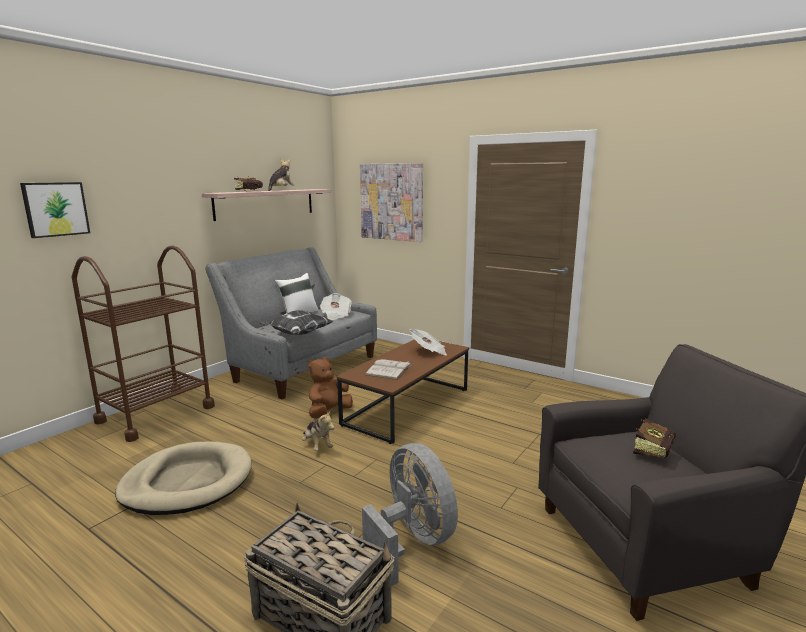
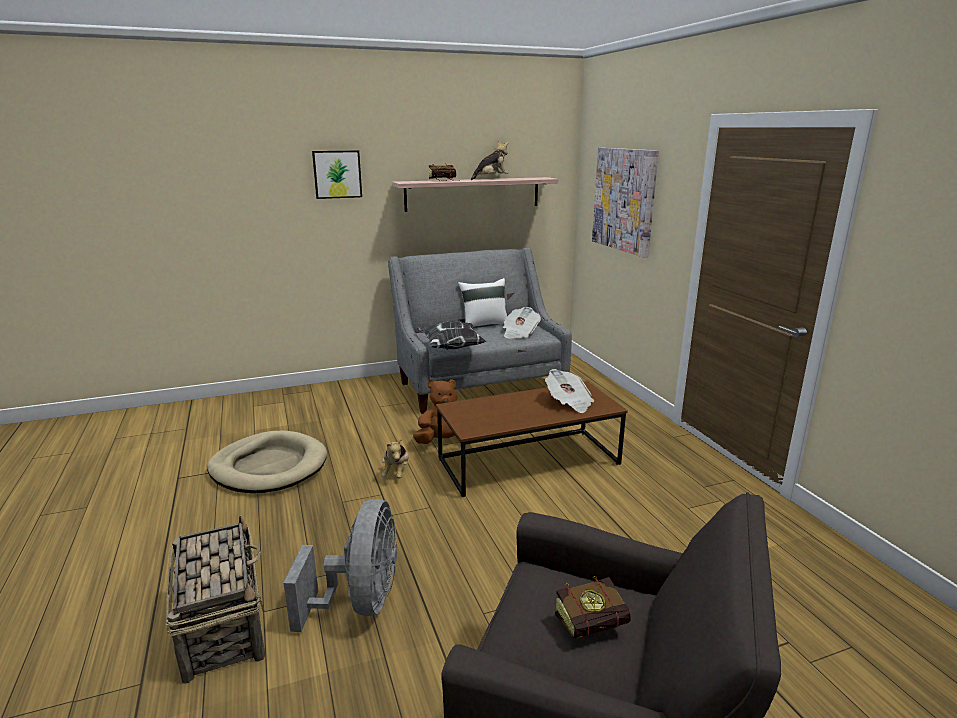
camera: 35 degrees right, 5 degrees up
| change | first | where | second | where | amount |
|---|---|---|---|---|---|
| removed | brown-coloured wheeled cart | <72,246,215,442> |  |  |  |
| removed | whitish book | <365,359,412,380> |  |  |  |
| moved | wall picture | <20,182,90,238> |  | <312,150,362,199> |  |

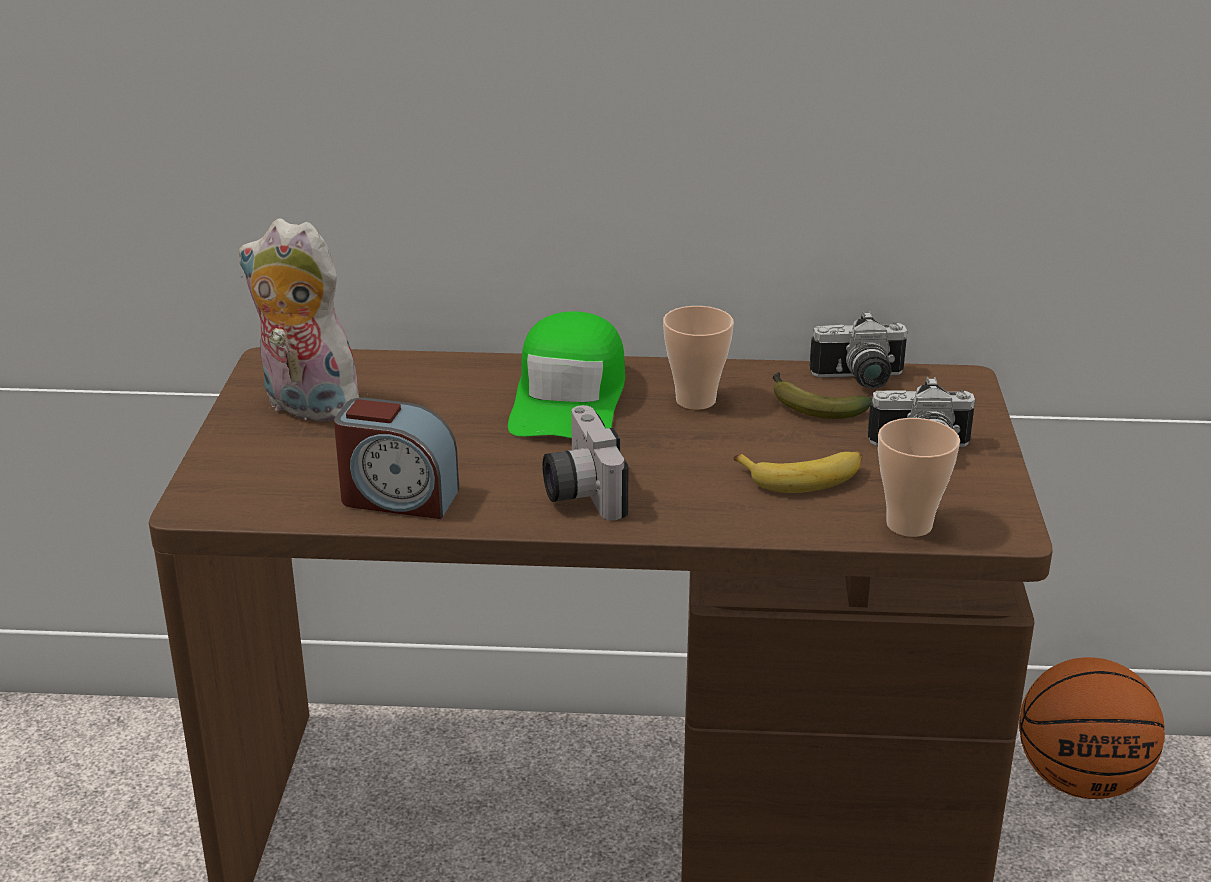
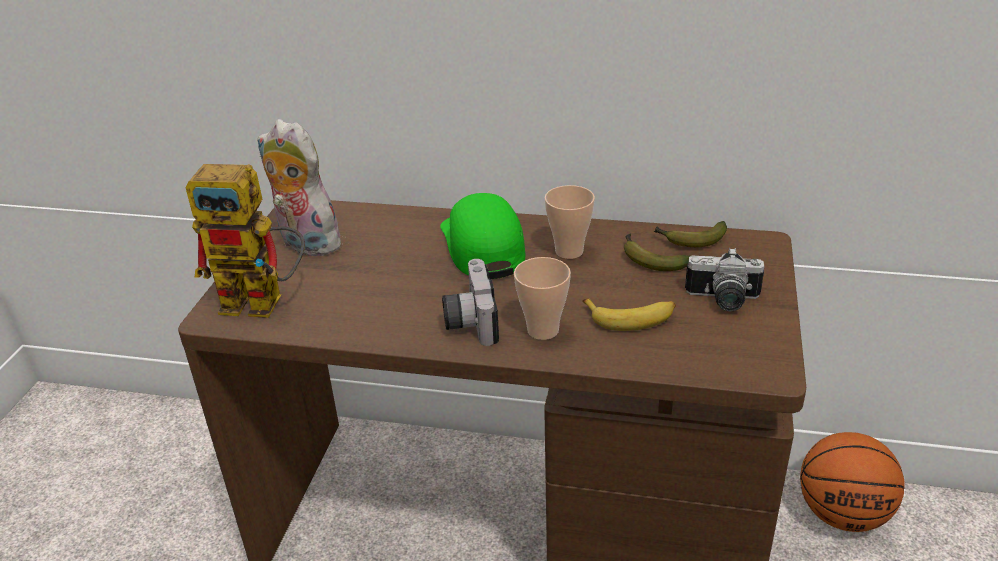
camera: 10 degrees right, 5 degrees up
| change | first | where | second | where | amount |
|---|---|---|---|---|---|
| removed | bedside clock | <334,397,459,519> |  |  |  |
| added |  |  | model robot | <185,164,305,318> |  |
| moved | drinking cup | <878,418,960,537> |  | <514,257,571,340> |  |
| replaced | photo camera | <809,311,907,389> | banana | <654,221,727,247> |  |
| turned | greenish cap | <508,311,625,438> |  | <440,193,525,279> | 150 degrees clockwise |

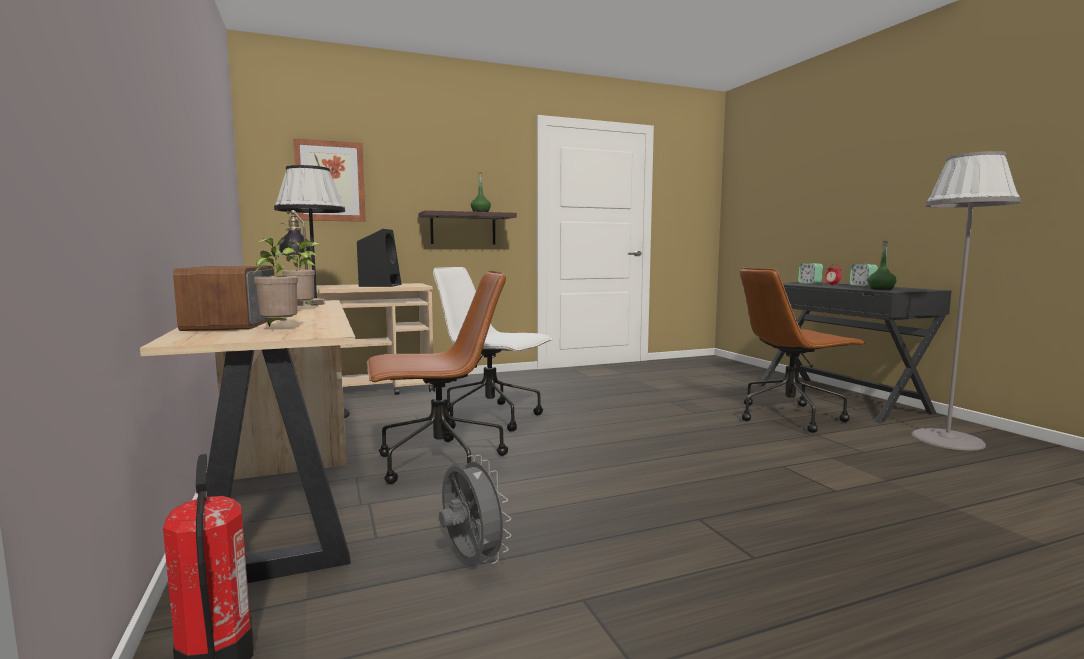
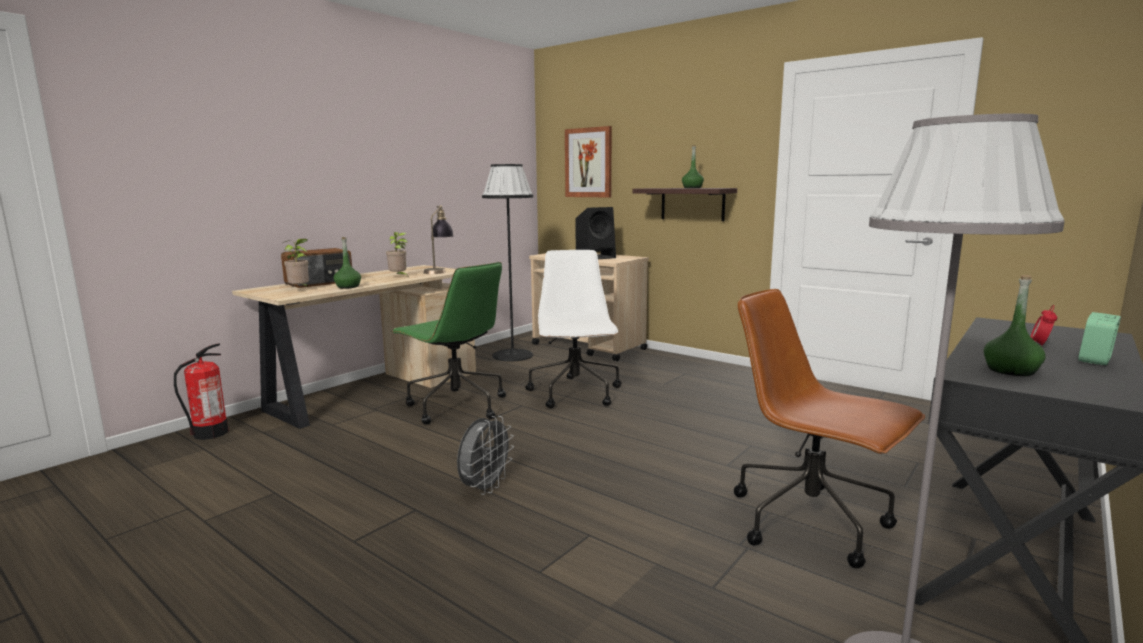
camera: 60 degrees right, 5 degrees up
| change | first | where | second | where | amount |
|---|---|---|---|---|---|
| removed | bedside clock | <798,263,823,284> |  |  |  |
| added |  |  | greenish beverage bottle | <334,237,361,289> |  |
| moved | greyish electric fan | <439,455,512,564> |  | <457,416,514,495> |  |
| recoloured | brown-coloured office chair | <367,271,508,484> | greenish office chair | <391,262,506,424> |  |

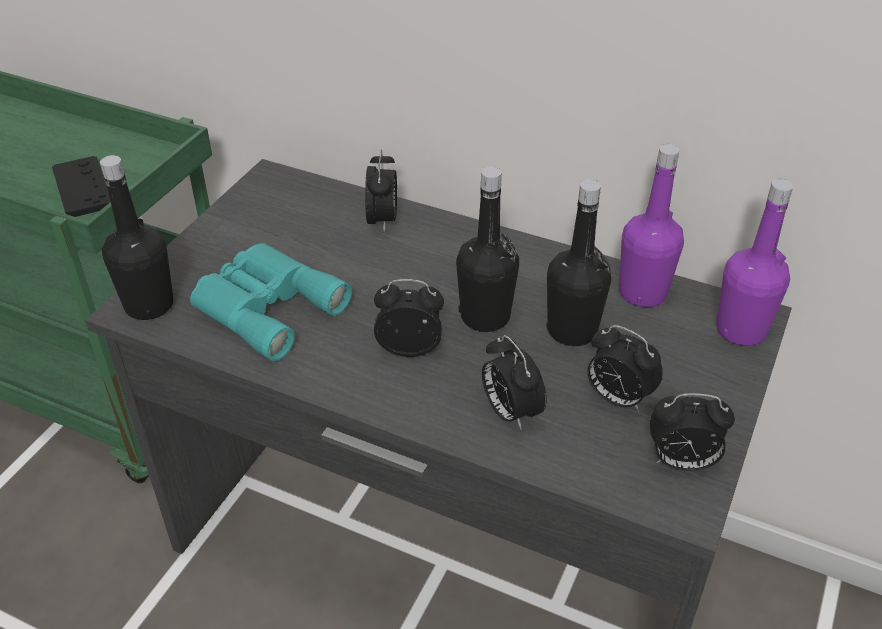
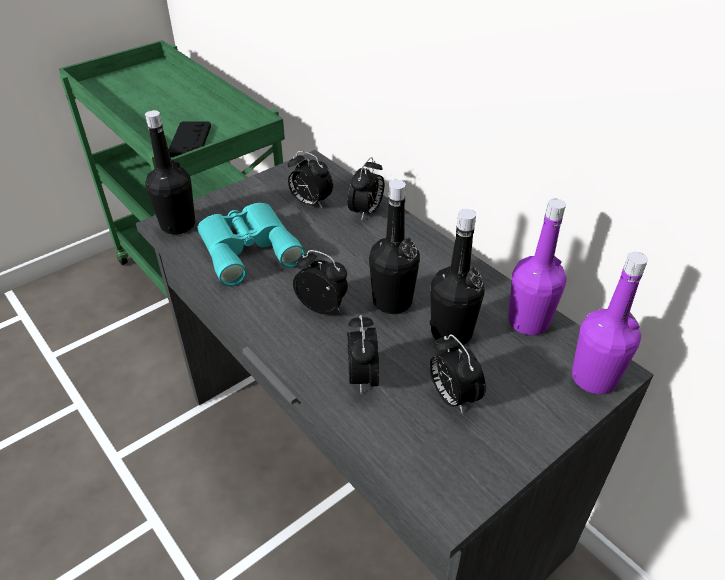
camera: 25 degrees right, 0 degrees up
| change | first | where | second | where | amount |
|---|---|---|---|---|---|
| moved | bedside clock | <650,393,735,471> |  | <288,151,333,208> |  |

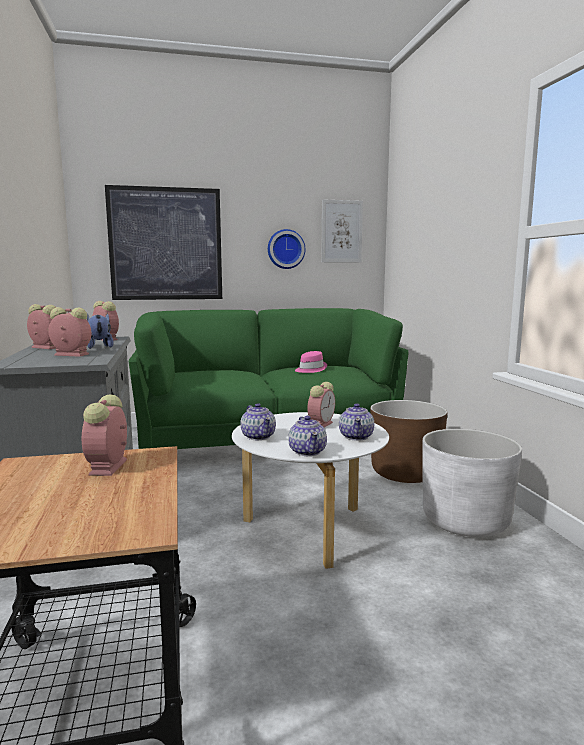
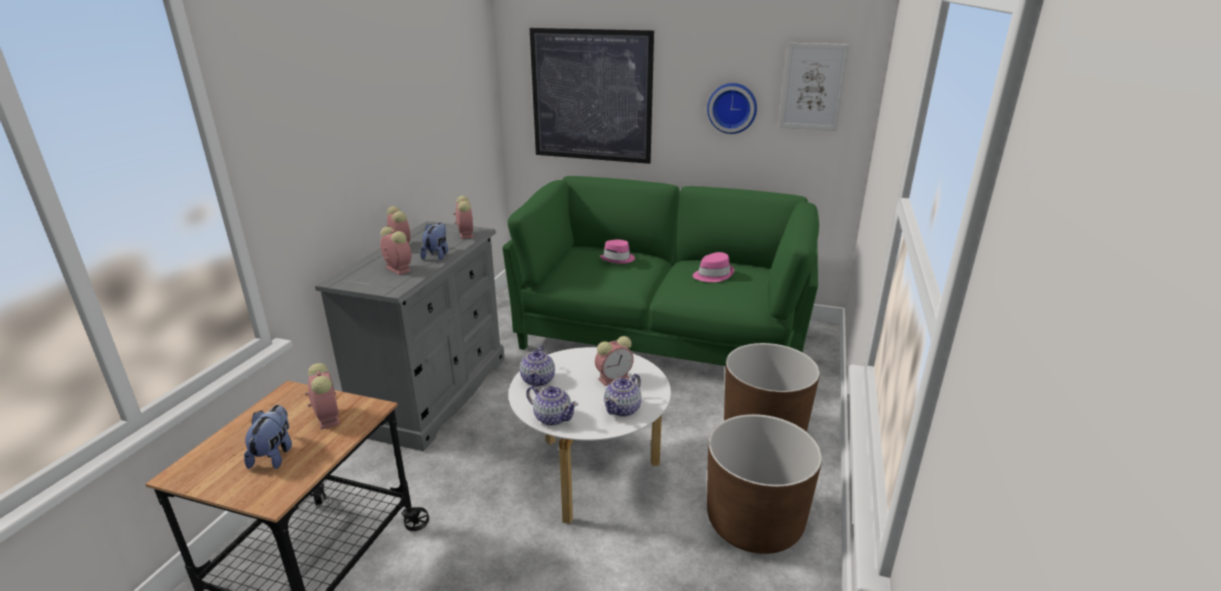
camera: 30 degrees right, 15 degrees up
| change | first | where | second | where | amount |
|---|---|---|---|---|---|
| added |  |  | soft toy | <244,405,292,469> |  |
| added |  |  | pink hat | <600,239,635,264> |  |
| recoloured | whitish plant pot | <423,429,522,537> | brown-coloured plant pot | <707,414,822,554> |  |
| turned | bedside clock | <82,395,127,476> |  | <305,363,340,430> | 120 degrees clockwise |
| turned | teapot | <288,416,327,456> |  | <526,386,578,426> | 75 degrees counterclockwise |

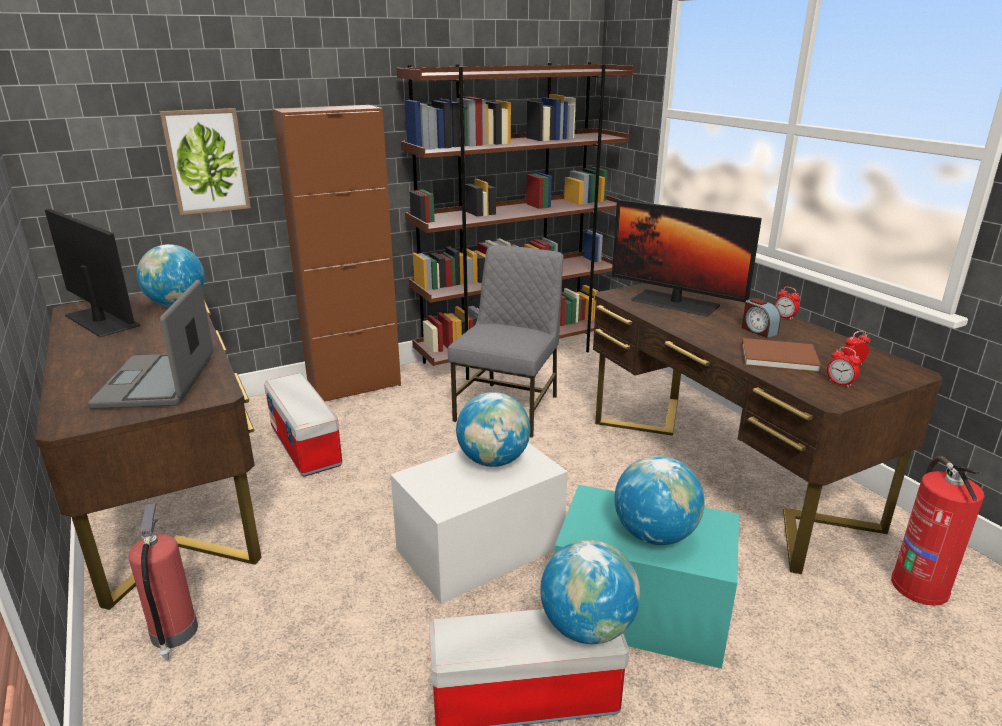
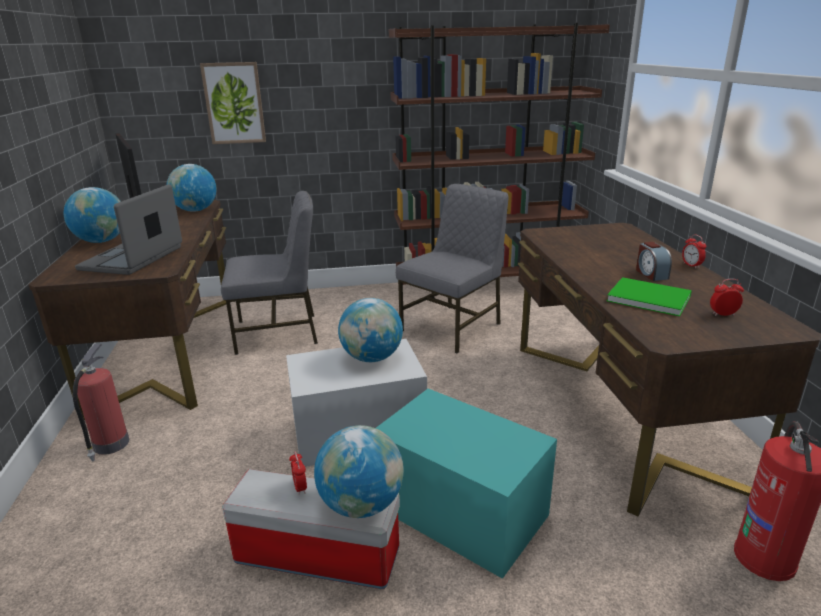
camera: 20 degrees right, 0 degrees up
| change | first | where | second | where | amount |
|---|---|---|---|---|---|
| removed | brown-coloured storage cabinet | <272,105,401,402> |  |  |  |
| removed | computer screen | <612,199,762,317> |  |  |  |
| moved | desk globe | <614,456,705,545> |  | <64,187,121,243> |  |
| moved | bedside clock | <827,347,861,388> |  | <289,451,307,495> |  |
| replaced | storage bin | <264,373,342,476> | greyish chair | <221,191,318,355> |  |
| recoloured | brown-coloured book | <742,338,821,372> | greenish book | <607,277,692,317> |  |

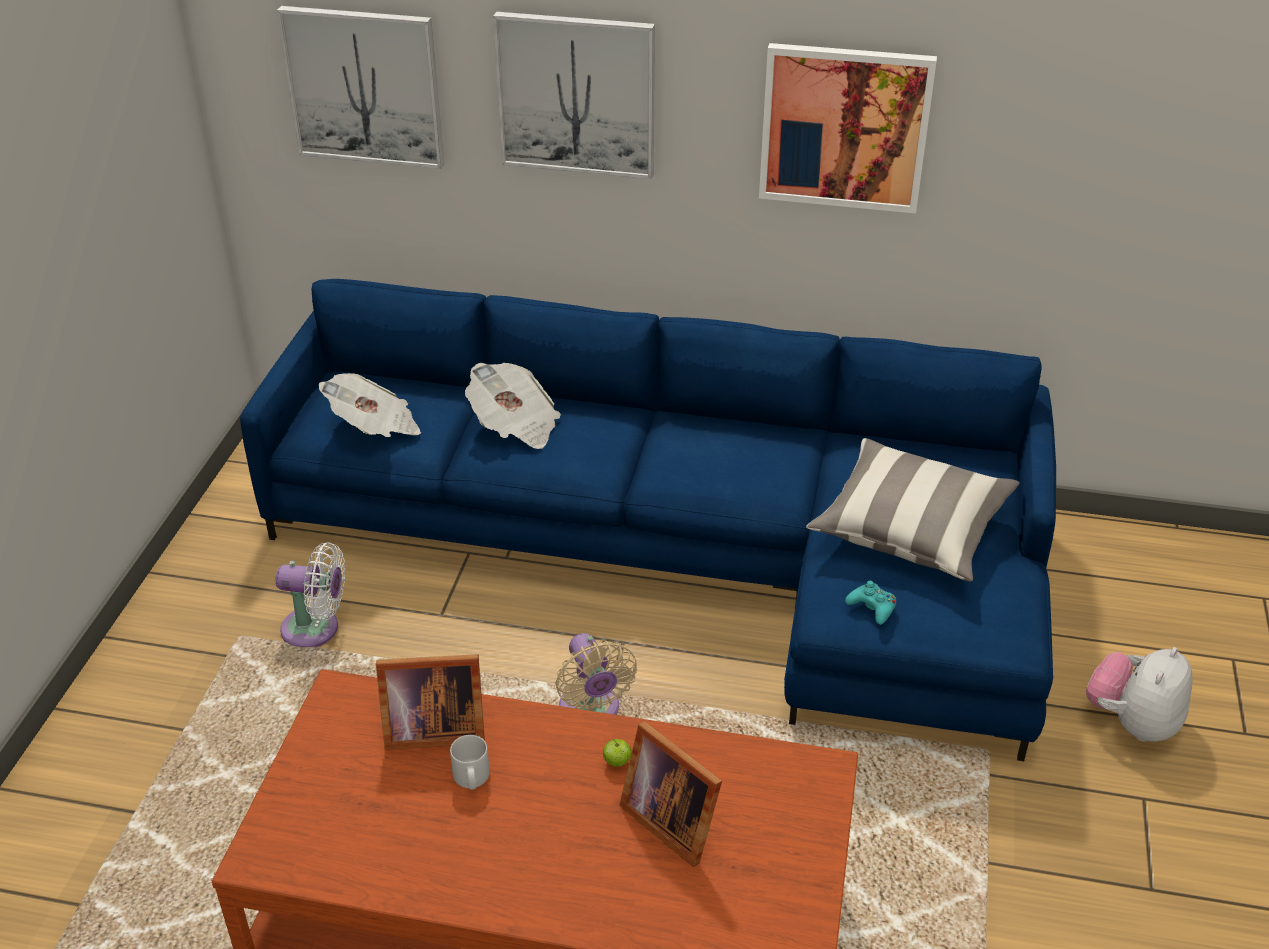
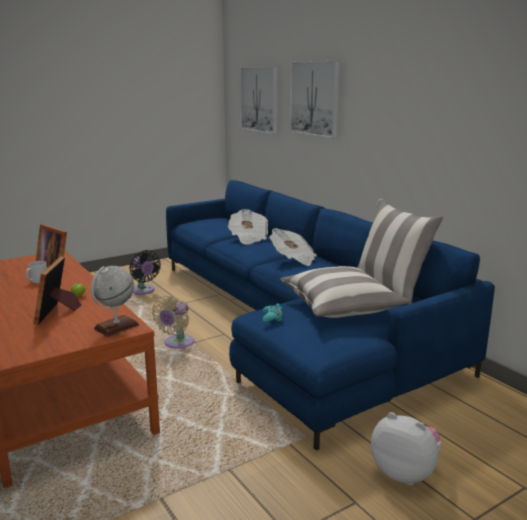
camera: 45 degrees right, 20 degrees down
| change | first | where | second | where | amount |
|---|---|---|---|---|---|
| removed | wall picture | <759,43,937,214> |  |  |  |
| added |  |  | desk globe | <91,266,139,337> |  |
| added |  |  | throw pillow | <357,199,443,304> |  |
| moved | newspaper | <318,373,421,437> |  | <269,228,317,266> |  |
| recoloured | whitish electric fan | <275,542,346,647> | black electric fan | <129,250,161,295> |  |
| turned | soft toy | <1086,647,1192,742> |  | <371,412,441,485> | 45 degrees clockwise |

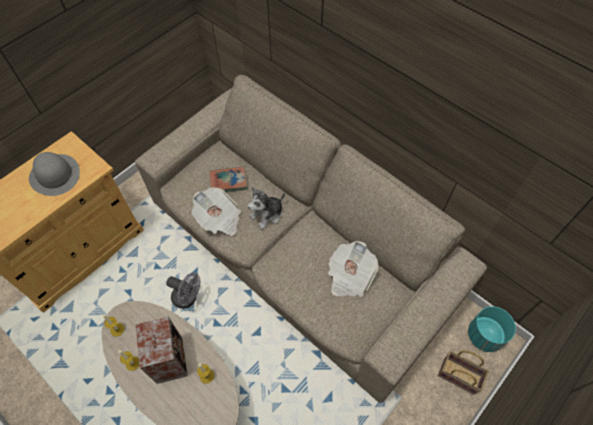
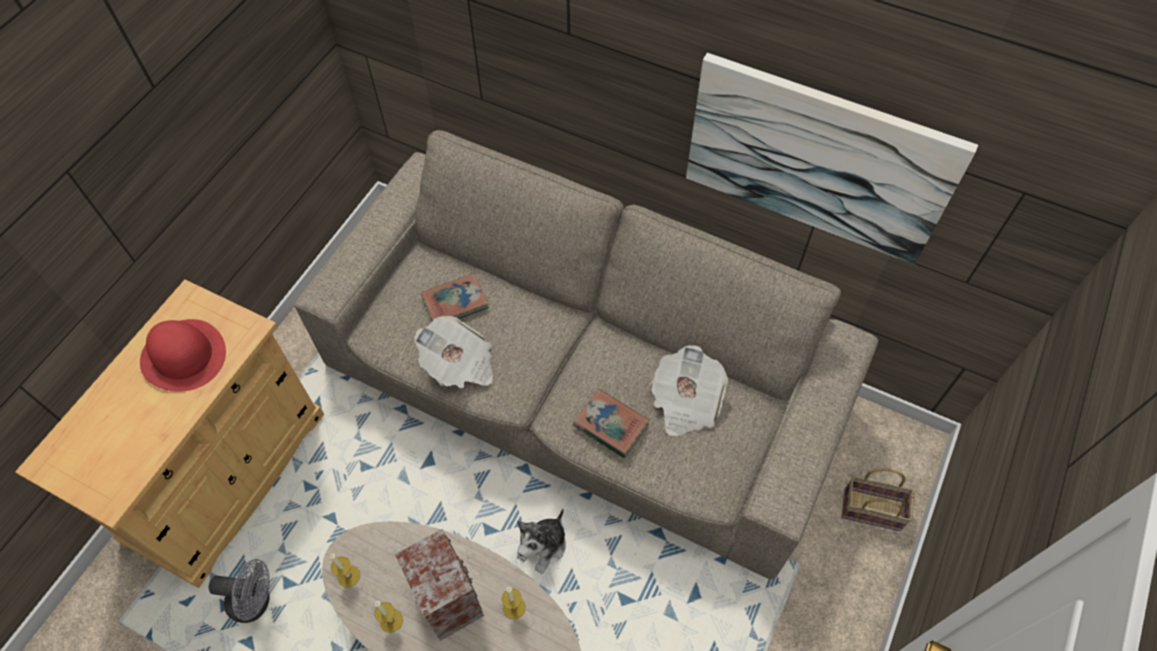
camera: 15 degrees left, 0 degrees up
| change | first | where | second | where | amount |
|---|---|---|---|---|---|
| removed | turquoise plant pot | <468,306,516,352> |  |  |  |
| added |  |  | book | <573,389,650,458> |  |
| added |  |  | wall picture | <686,53,978,265> |  |
| moved | greyish electric fan | <166,272,200,309> |  | <209,559,270,623> |  |
| moved | soft toy | <248,187,285,229> |  | <517,509,566,574> |  |
| recoloured | greyish hat | <29,152,80,196> | red-coloured hat | <140,319,226,392> |  |

